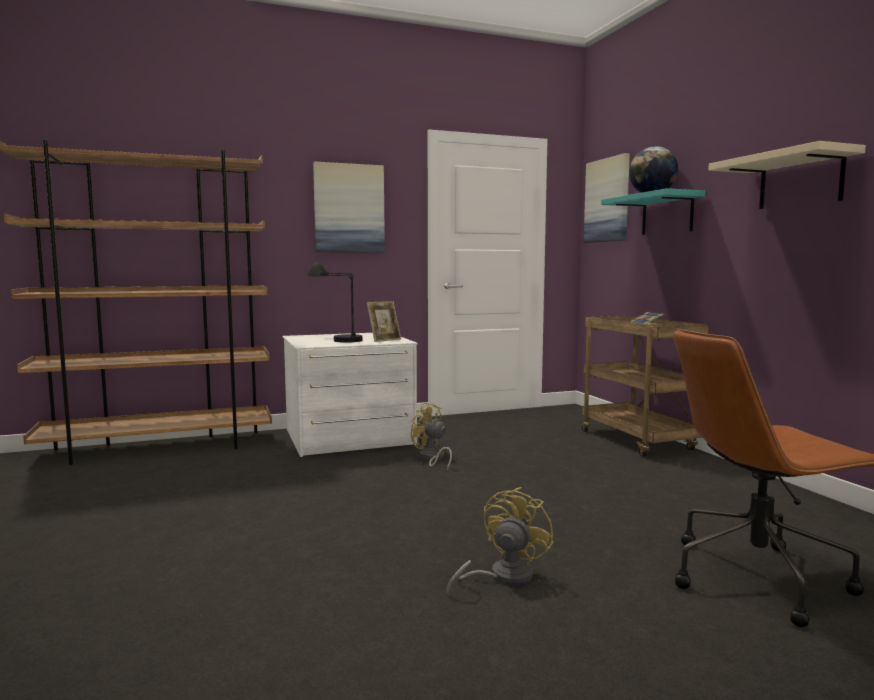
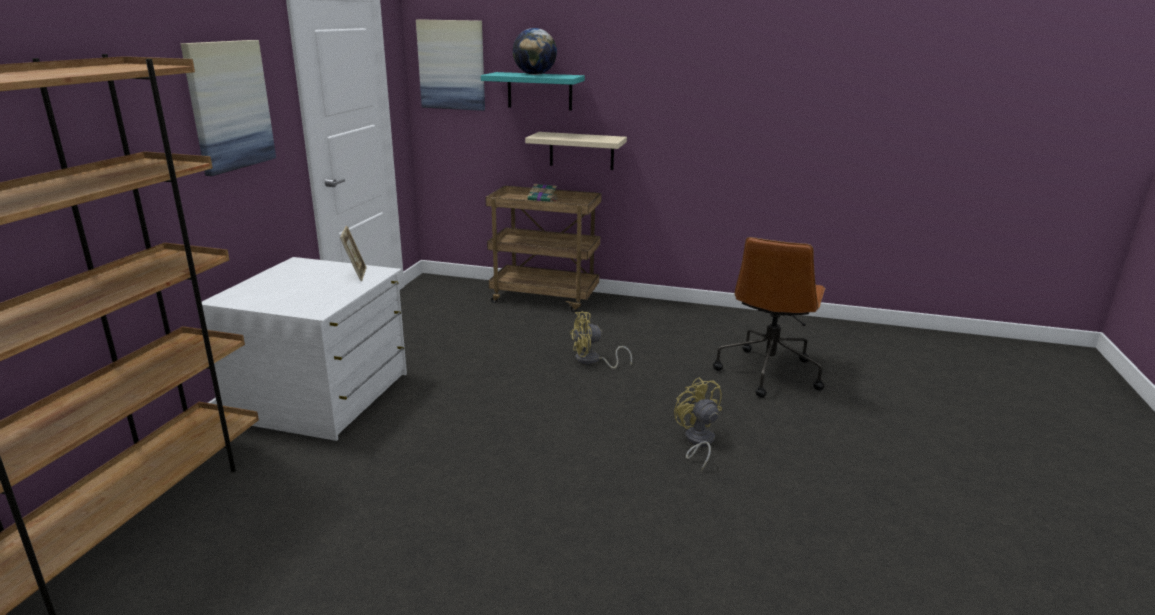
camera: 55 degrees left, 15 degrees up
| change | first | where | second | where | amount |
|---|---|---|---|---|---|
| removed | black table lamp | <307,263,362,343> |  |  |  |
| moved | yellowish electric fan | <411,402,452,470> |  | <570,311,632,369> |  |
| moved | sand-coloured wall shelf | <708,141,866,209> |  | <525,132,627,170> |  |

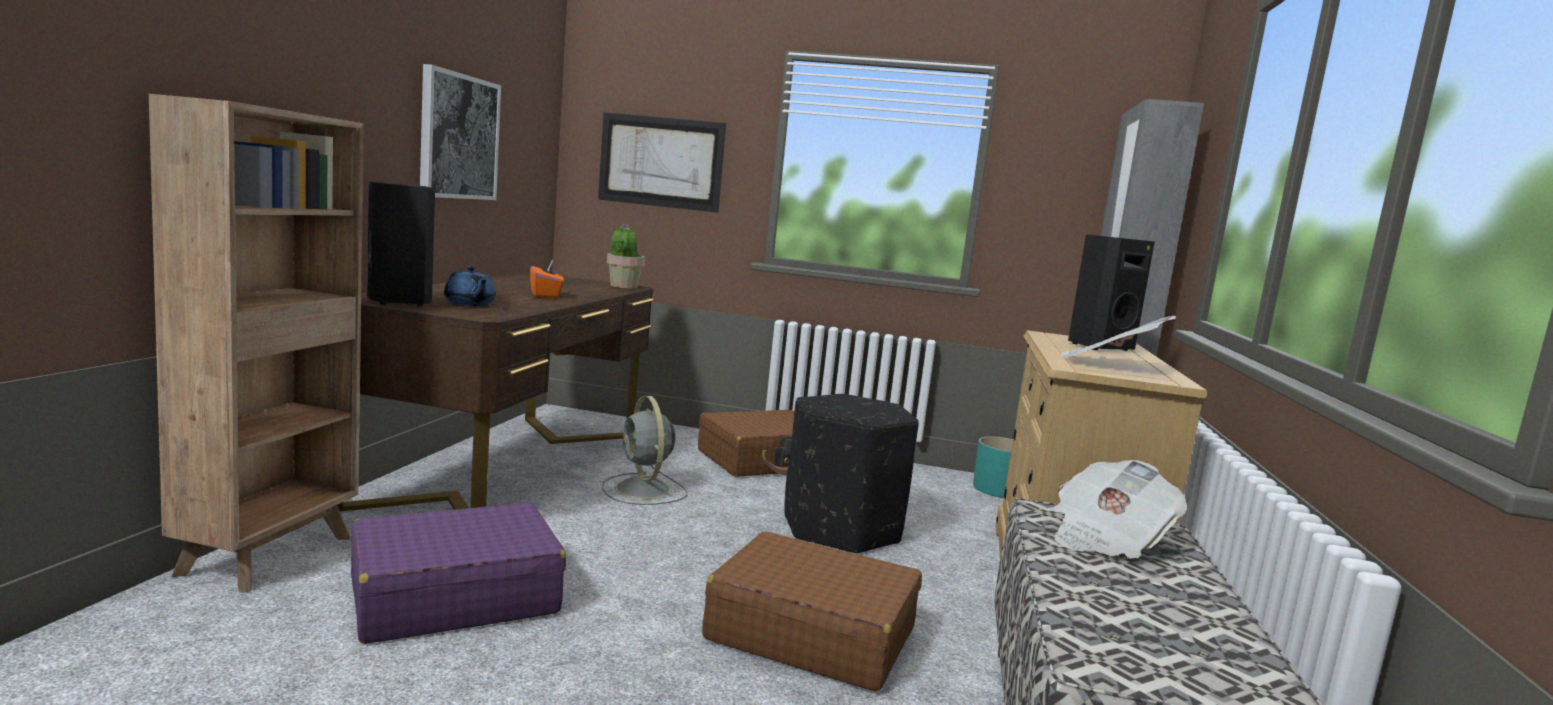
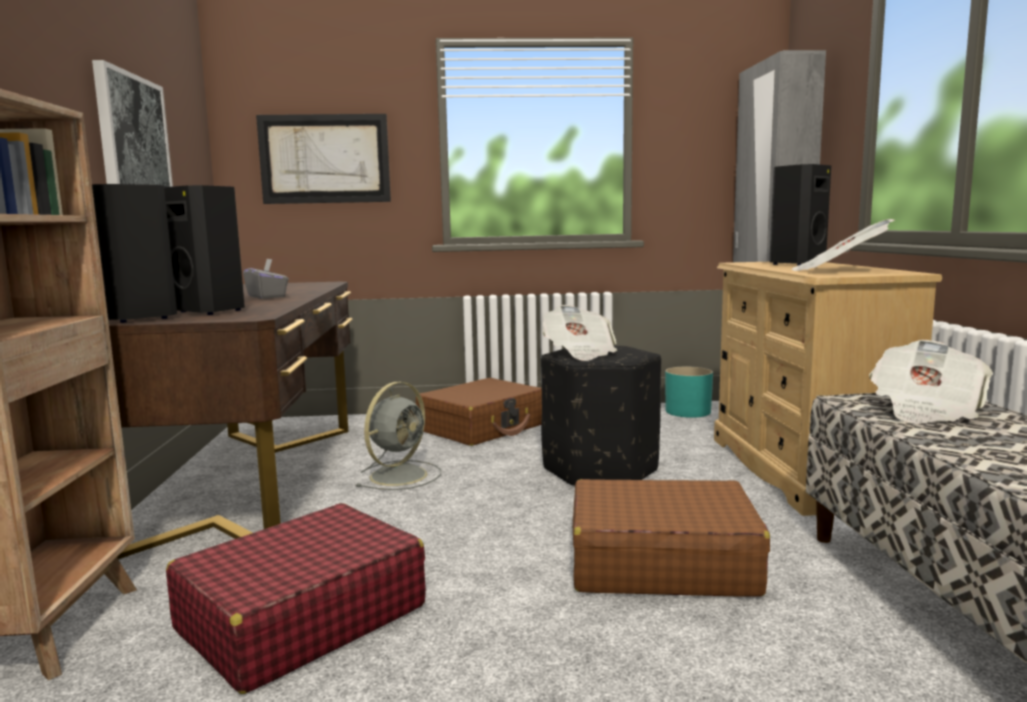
camera: 15 degrees left, 0 degrees up
| change | first | where | second | where | amount |
|---|---|---|---|---|---|
| removed | houseplant | <607,224,645,288> |  |  |  |
| added |  |  | newspaper | <542,305,617,361> |  |
| replaced | blue teapot | <444,266,496,306> | black audio speaker | <164,185,245,315> |  |
| recoloured | purple travel case | <351,502,566,644> | red-coloured travel case | <166,503,426,694> |  |
| recoloured | orange-coloured box of tissues | <530,260,564,298> | greyish box of tissues | <243,259,289,299> |  |
| turned | greyish electric fan | <602,396,688,505> |  | <356,382,441,490> | 105 degrees counterclockwise |

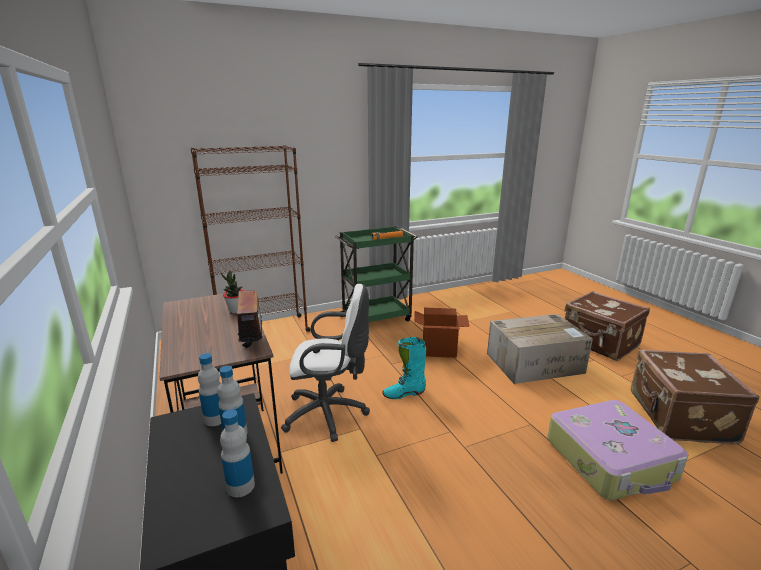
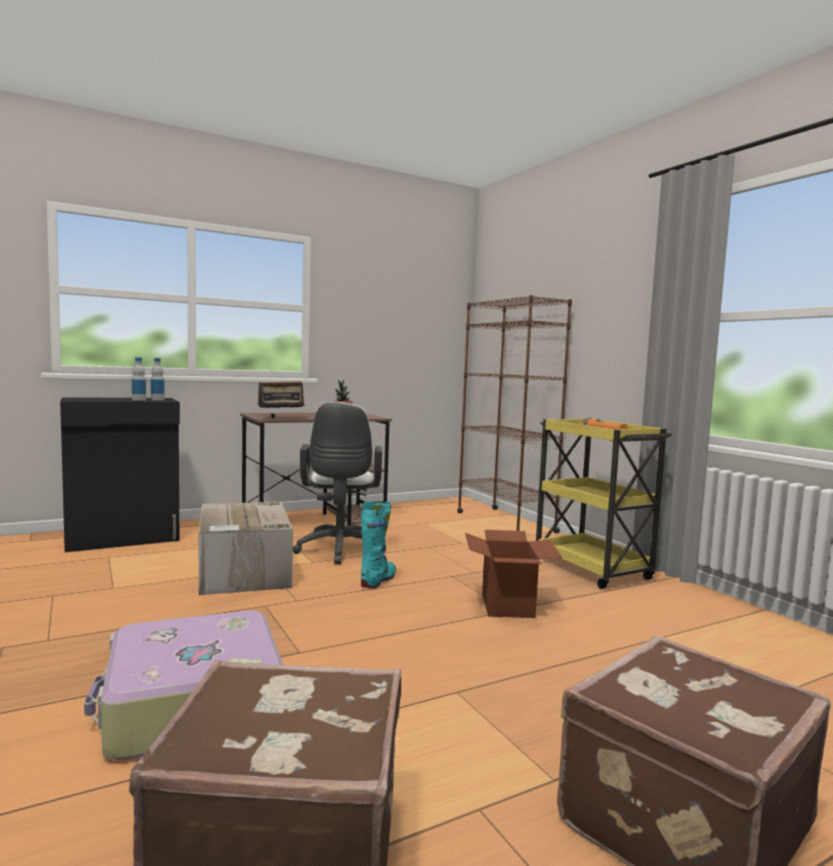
camera: 85 degrees right, 15 degrees down
| change | first | where | second | where | amount |
|---|---|---|---|---|---|
| removed | beverage bottle | <220,409,255,497> |  |  |  |
| moved | packing box | <487,314,593,384> |  | <199,502,293,595> |  |
| recoloured | greenish wheeled cart | <335,226,418,322> | yellowish wheeled cart | <536,419,672,589> |  |
| turned | turquoise tall boot | <382,337,426,399> |  | <361,501,396,588> | 45 degrees clockwise |

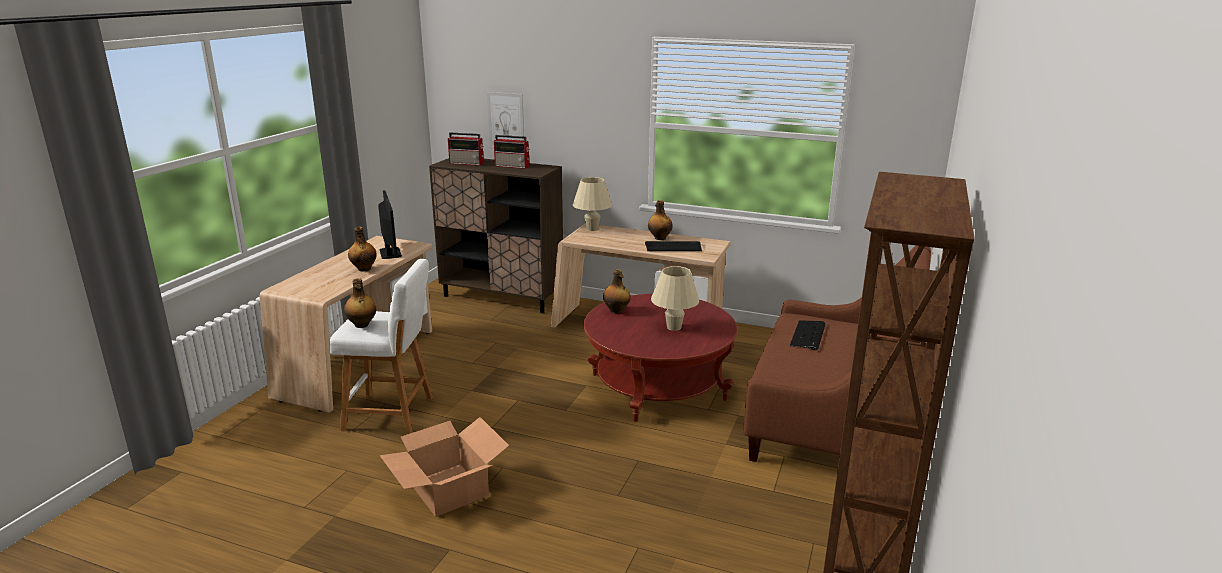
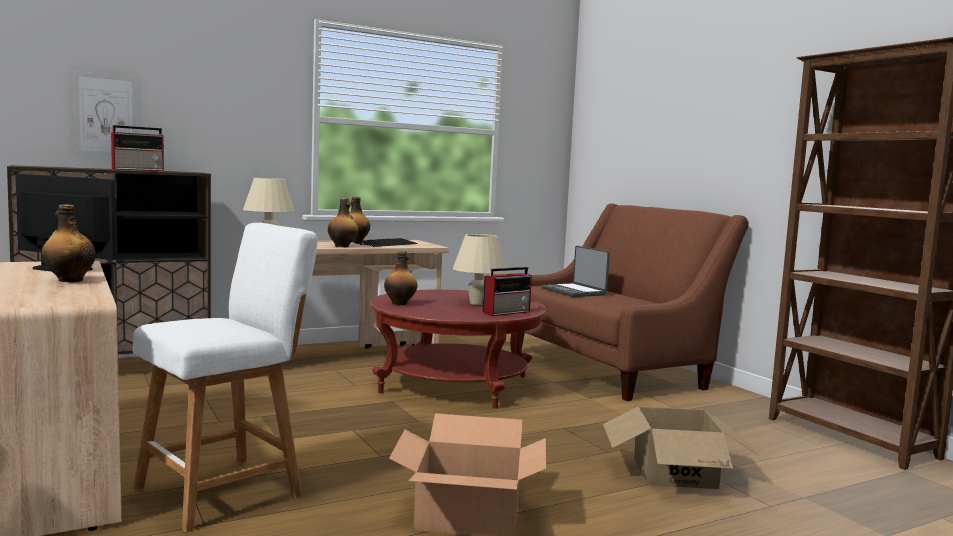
camera: 50 degrees left, 15 degrees down
| change | first | where | second | where | amount |
|---|---|---|---|---|---|
| added |  |  | packing box | <603,406,758,489> |  |
| moved | beverage bottle | <344,278,376,328> |  | <328,198,359,247> |  |
| moved | radio set | <448,133,484,166> |  | <483,267,532,316> |  |
| replaced | keyboard | <790,320,825,350> | laptop | <542,246,610,297> |  |

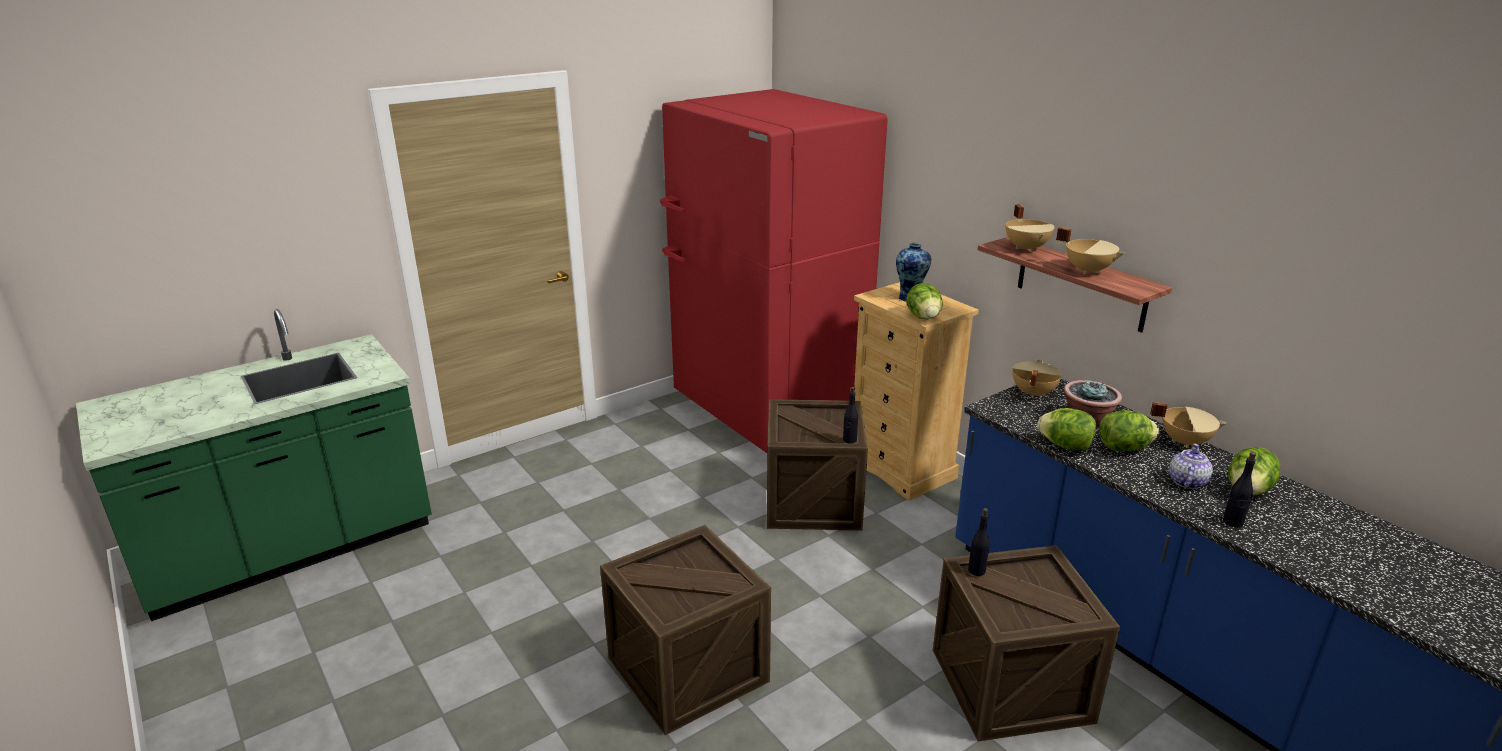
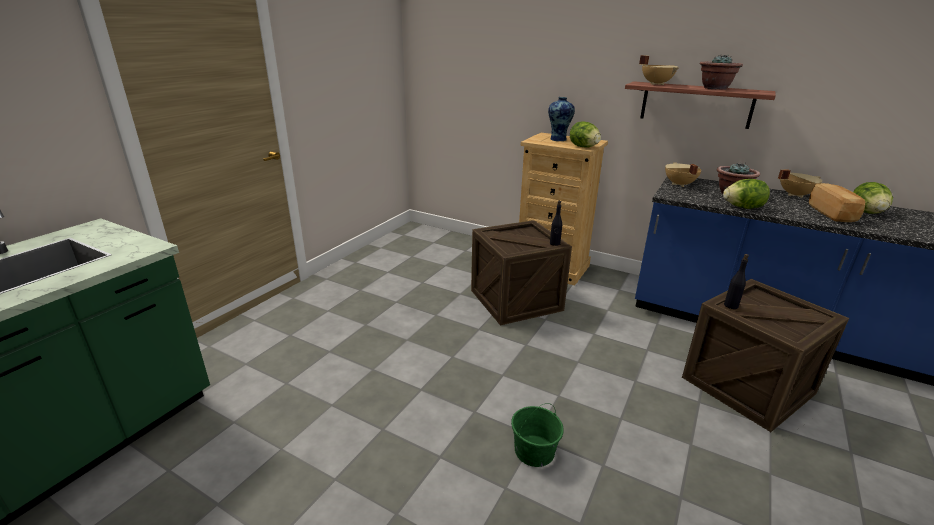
camera: 25 degrees left, 0 degrees up
| change | first | where | second | where | amount |
|---|---|---|---|---|---|
| removed | red-coloured kitchen fridge | <660,89,888,453> |  |  |  |
| removed | head of lettuce | <1099,410,1159,452> |  |  |  |
| removed | black beverage bottle | <1223,452,1256,528> |  |  |  |
| replaced | shipping crate | <600,525,771,735> | greenish water bucket | <511,403,564,467> |  |
| replaced | sand-coloured saucepot | <1056,227,1125,274> | houseplant | <700,55,743,90> |  |
| replaced | teapot | <1169,444,1213,489> | baked bread | <809,183,865,222> |  |

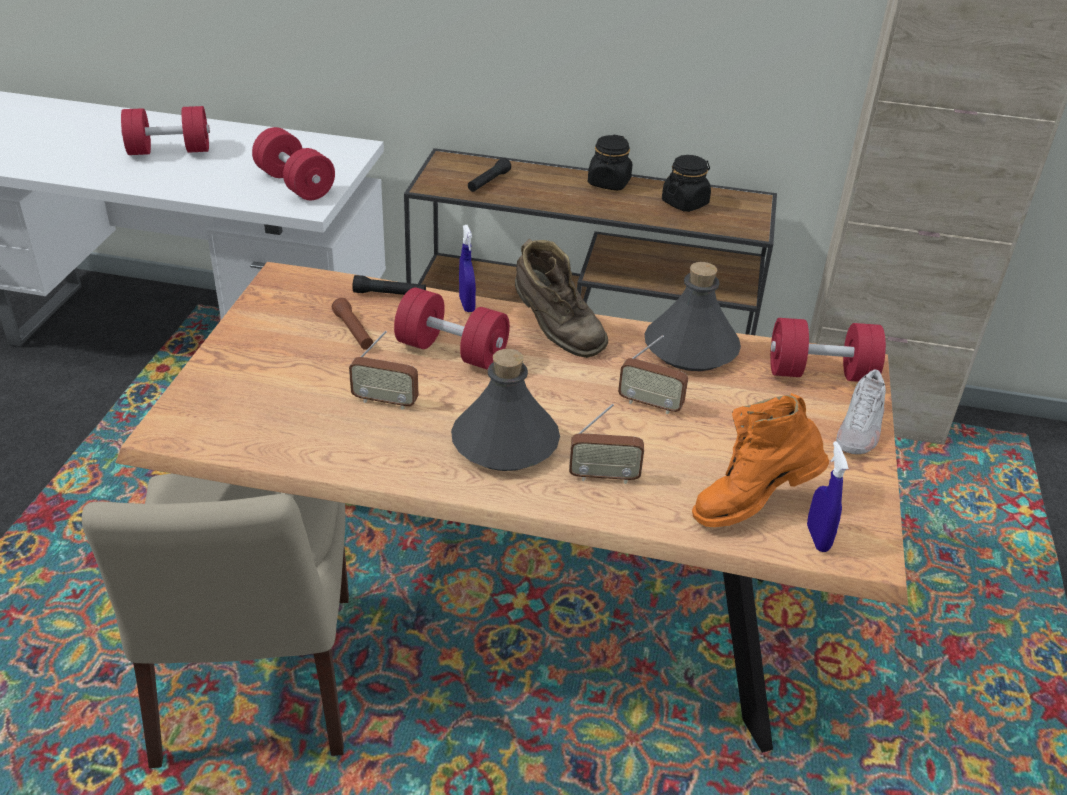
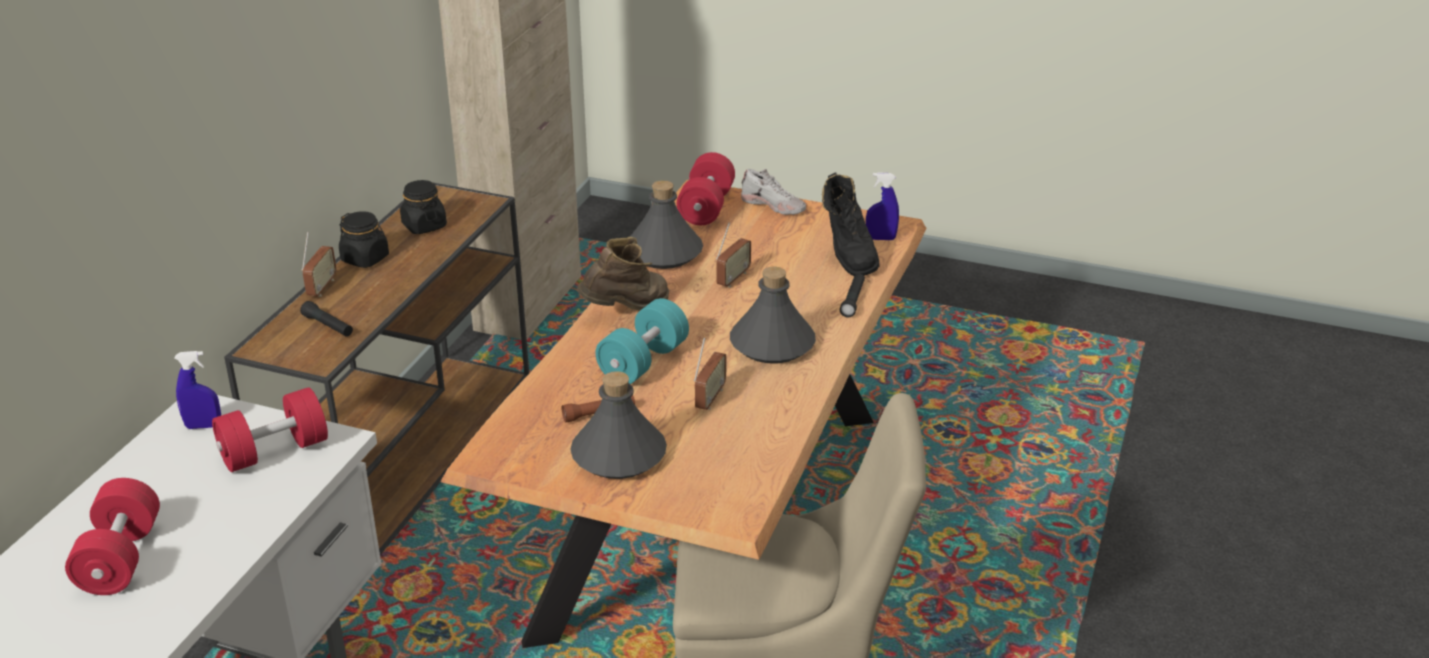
camera: 80 degrees left, 5 degrees down
| change | first | where | second | where | amount |
|---|---|---|---|---|---|
| added |  |  | greyish beverage bottle | <570,371,667,479> |  |
| moved | black hand torch | <353,275,426,295> |  | <840,273,865,317> |  |
| moved | blue hand sprayer | <459,225,476,312> |  | <175,351,221,429> |  |
| moved | radio set | <569,404,644,484> |  | <301,232,337,297> |  |
| recoloured | red-coloured free weight | <394,287,510,370> | turquoise free weight | <596,298,689,384> |  |
| recoloured | orange-coloured tall boot | <692,393,829,527> | black tall boot | <822,172,880,276> |  |

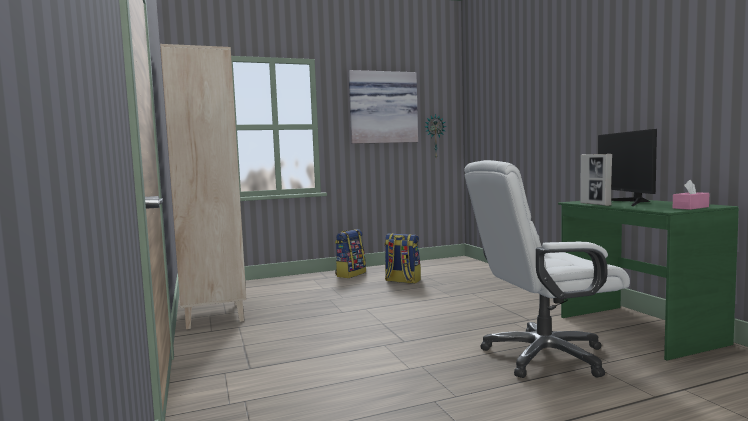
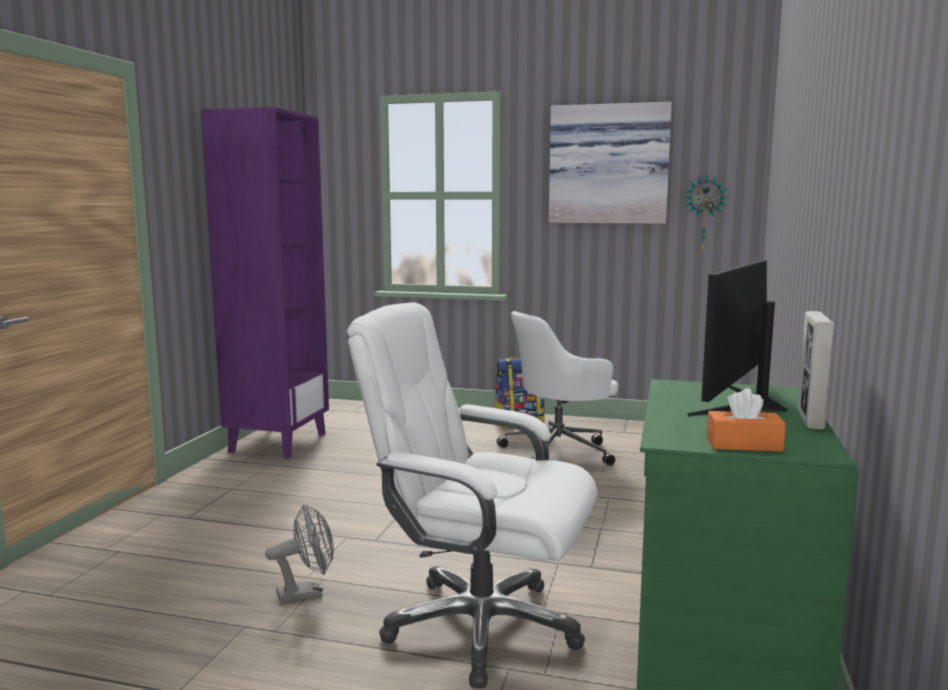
camera: 35 degrees right, 5 degrees up
| change | first | where | second | where | amount |
|---|---|---|---|---|---|
| added |  |  | greyish electric fan | <265,504,334,604> |  |
| moved | picture frame | <580,154,612,206> |  | <797,311,834,430> |  |
| replaced | backpack | <385,234,421,284> | whitish office chair | <497,311,618,465> |  |
| recoloured | sand-coloured bookcase | <160,44,246,329> | purple bookcase | <201,107,329,459> |  |
| recoloured | pink box of tissues | <673,180,709,210> | orange-coloured box of tissues | <707,388,786,452> |  |

